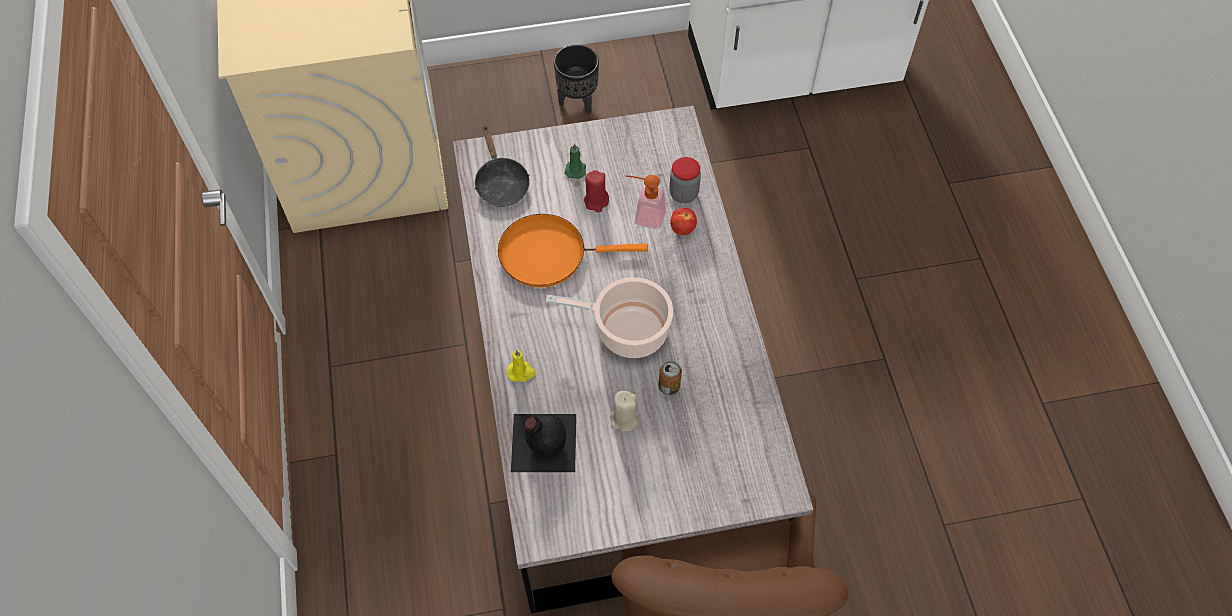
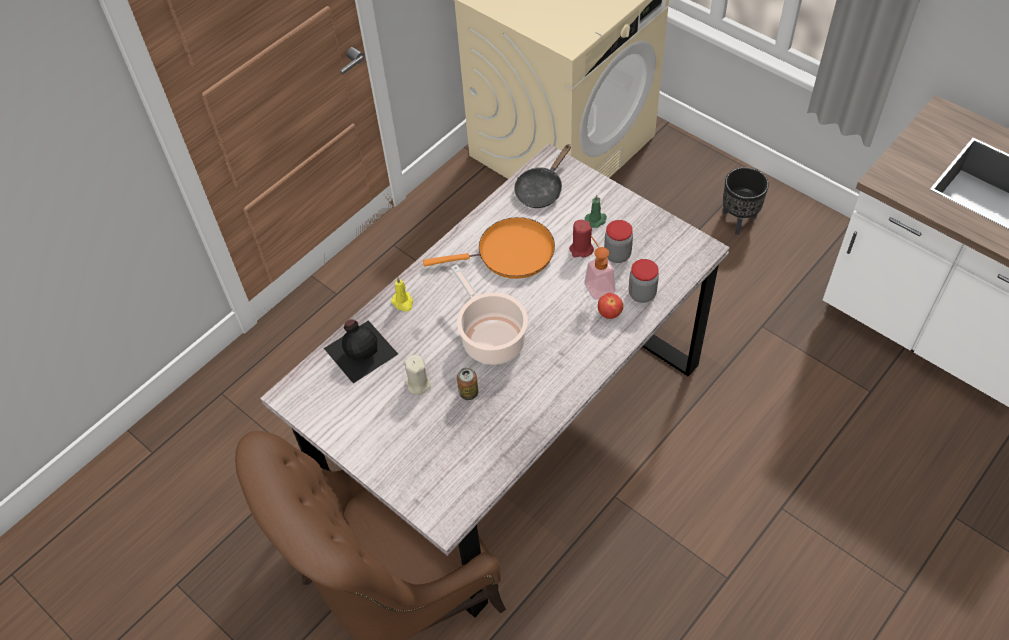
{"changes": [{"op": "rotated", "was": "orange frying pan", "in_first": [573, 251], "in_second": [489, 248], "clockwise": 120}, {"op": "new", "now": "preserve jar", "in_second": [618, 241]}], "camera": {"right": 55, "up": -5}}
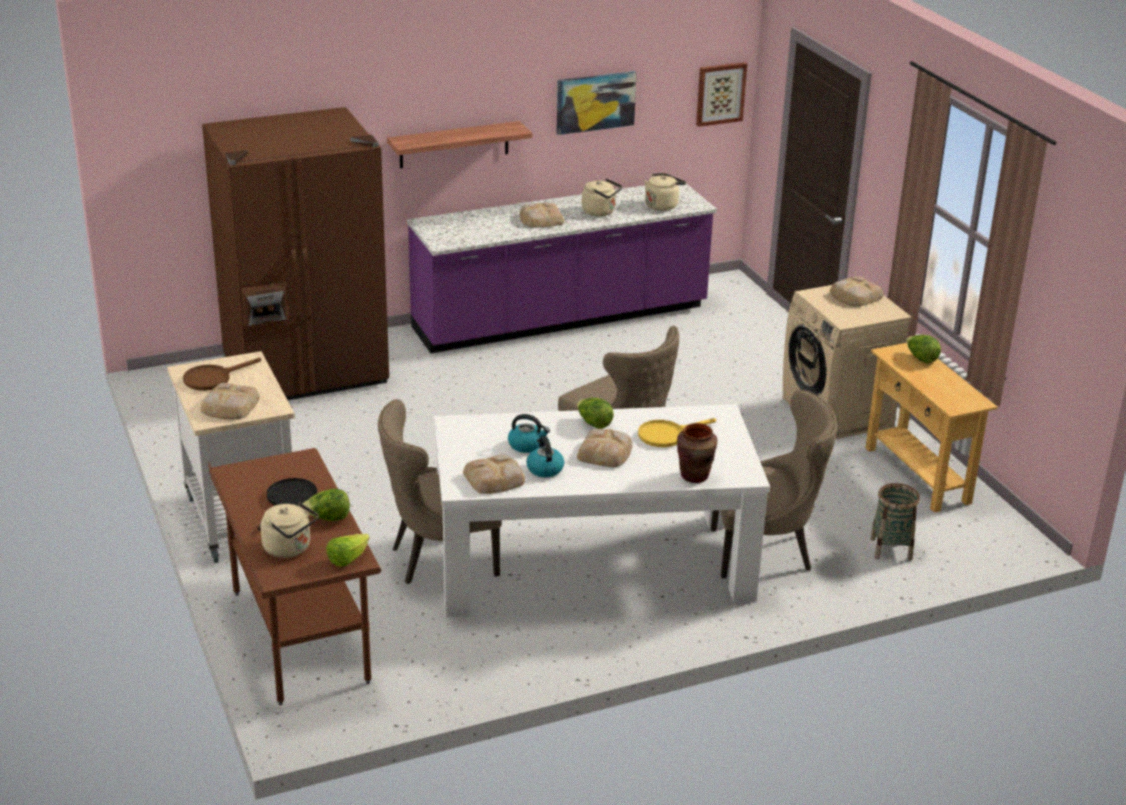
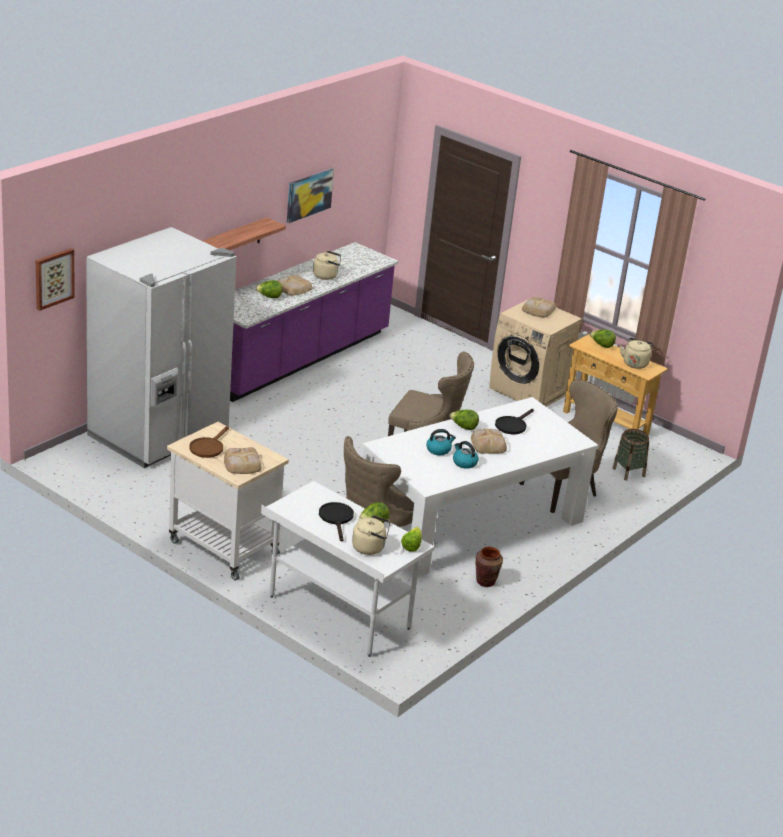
{"changes": [{"op": "shifted", "was": "wall picture", "in_first": [721, 94], "in_second": [55, 279]}, {"op": "repainted", "was": "brown refrigerator", "now": "white-coloured refrigerator", "in_first": [295, 253], "in_second": [161, 347]}, {"op": "shifted", "was": "sand-coloured water kettle", "in_first": [665, 192], "in_second": [637, 353]}, {"op": "repainted", "was": "yellow frying pan", "now": "blackish frying pan", "in_first": [677, 432], "in_second": [514, 421]}, {"op": "shifted", "was": "brown flower vase", "in_first": [697, 453], "in_second": [489, 567]}, {"op": "repainted", "was": "brown desk unit", "now": "white-coloured desk unit", "in_first": [294, 576], "in_second": [348, 569]}, {"op": "gone", "was": "baked bread", "in_first": [494, 474]}, {"op": "new", "now": "lettuce head", "in_second": [268, 289]}], "camera": {"right": -30, "up": 0}}
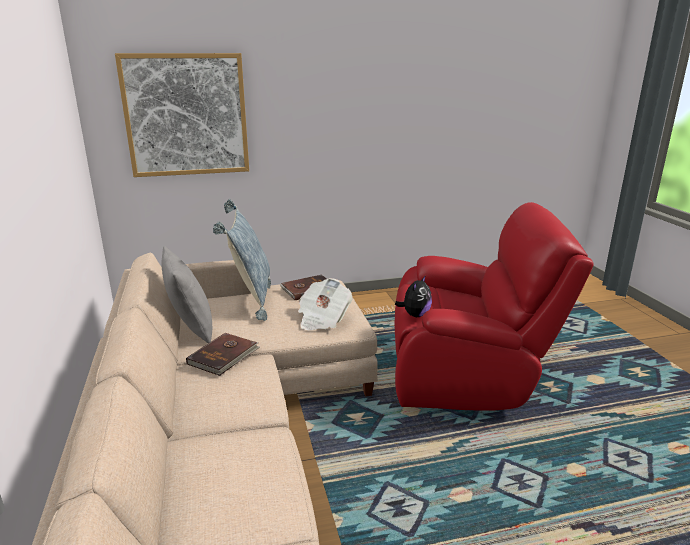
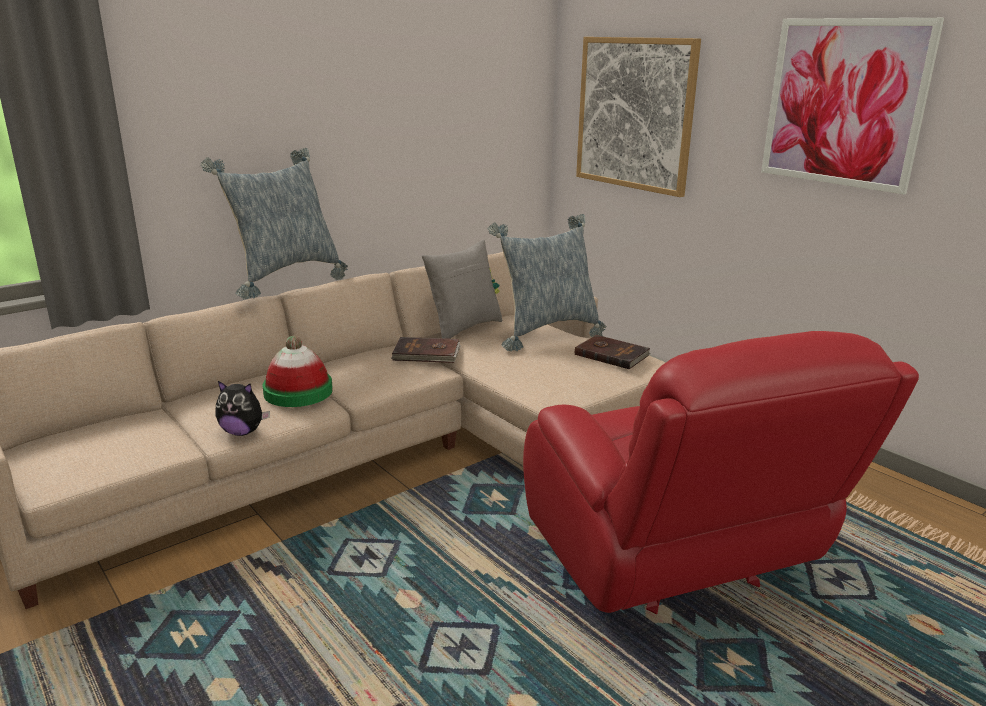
{"changes": [{"op": "shifted", "was": "plush toy", "in_first": [413, 296], "in_second": [242, 408]}, {"op": "gone", "was": "newspaper", "in_first": [325, 304]}, {"op": "new", "now": "wall picture", "in_second": [852, 106]}, {"op": "new", "now": "pillow", "in_second": [274, 223]}, {"op": "new", "now": "clothing hat", "in_second": [297, 371]}], "camera": {"right": 65, "up": 0}}
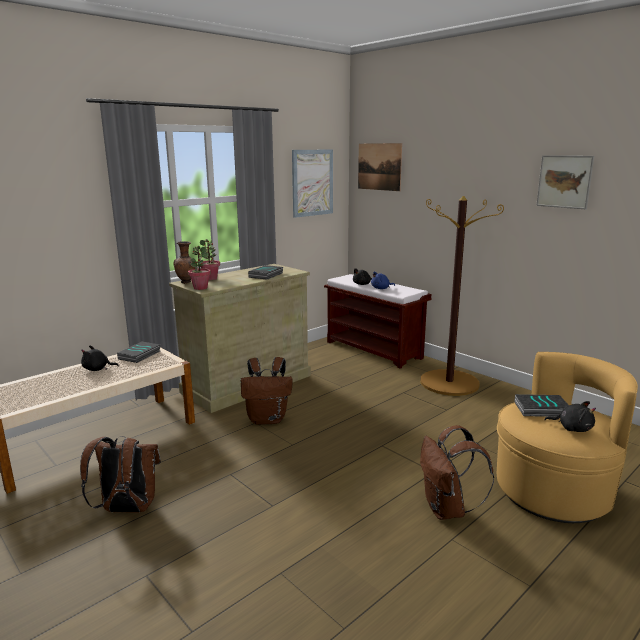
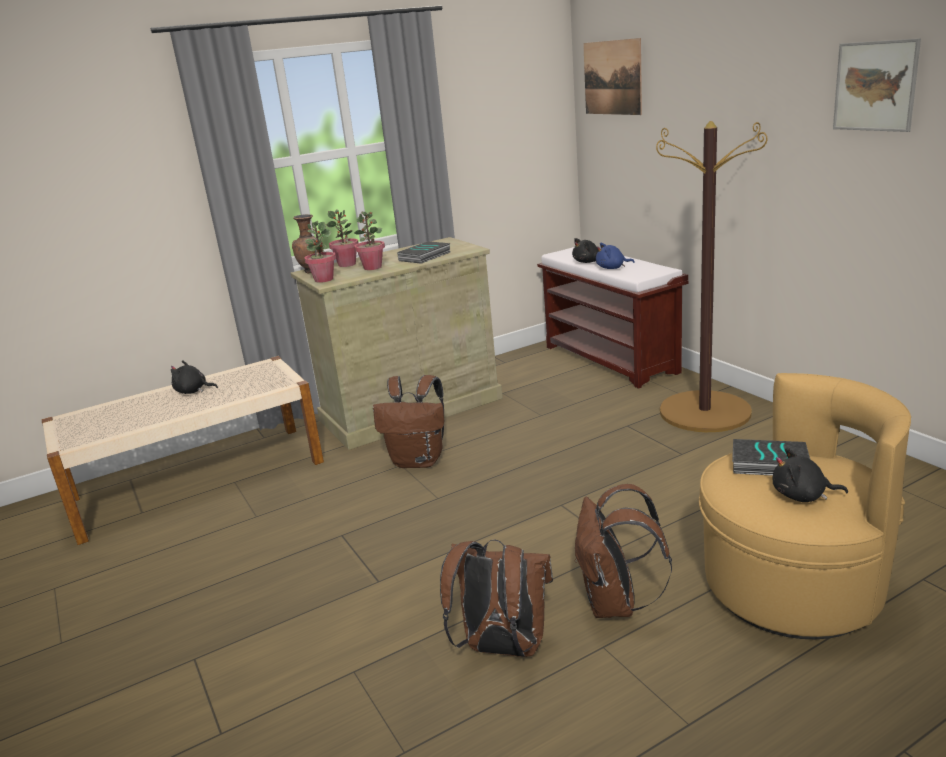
{"changes": [{"op": "gone", "was": "wall picture", "in_first": [312, 183]}, {"op": "gone", "was": "book", "in_first": [138, 352]}, {"op": "rotated", "was": "blackish plush toy", "in_first": [570, 416], "in_second": [810, 475], "clockwise": 150}, {"op": "shifted", "was": "brown knapsack", "in_first": [120, 474], "in_second": [496, 598]}, {"op": "new", "now": "plant in a pot", "in_second": [369, 241]}], "camera": {"right": 15, "up": 5}}
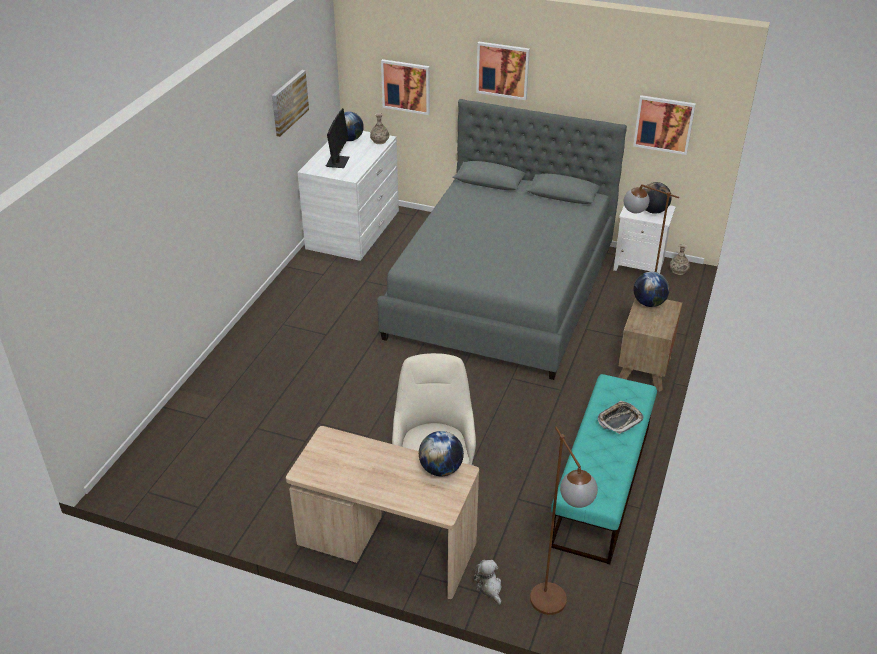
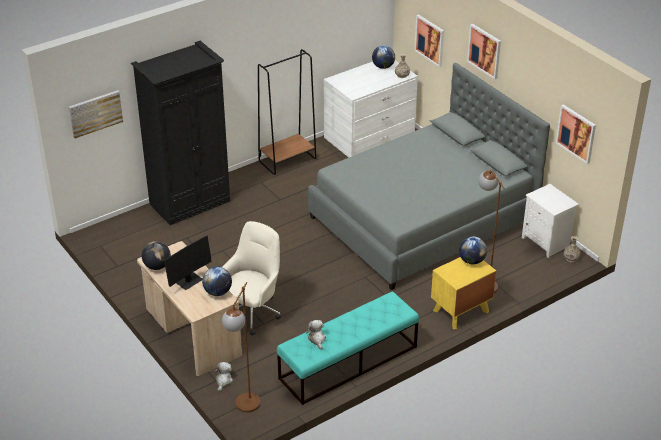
{"changes": [{"op": "shifted", "was": "wall picture", "in_first": [290, 103], "in_second": [96, 114]}, {"op": "shifted", "was": "computer screen", "in_first": [337, 138], "in_second": [188, 262]}, {"op": "shifted", "was": "world globe", "in_first": [657, 198], "in_second": [156, 255]}, {"op": "repainted", "was": "brown night table", "now": "yellow night table", "in_first": [650, 345], "in_second": [463, 293]}, {"op": "gone", "was": "tray", "in_first": [621, 417]}, {"op": "new", "now": "blackish clothes cupboard", "in_second": [180, 133]}, {"op": "new", "now": "garment stand", "in_second": [287, 112]}, {"op": "new", "now": "plush toy", "in_second": [316, 335]}], "camera": {"right": 35, "up": 0}}
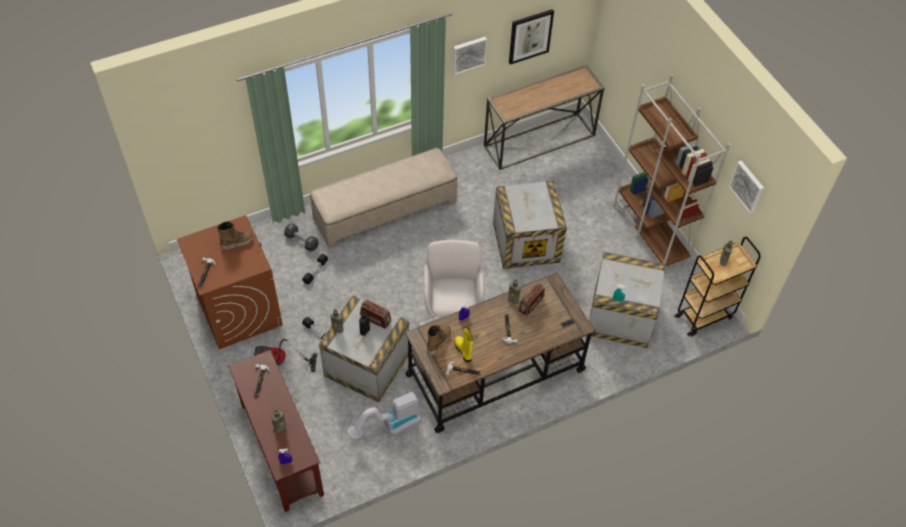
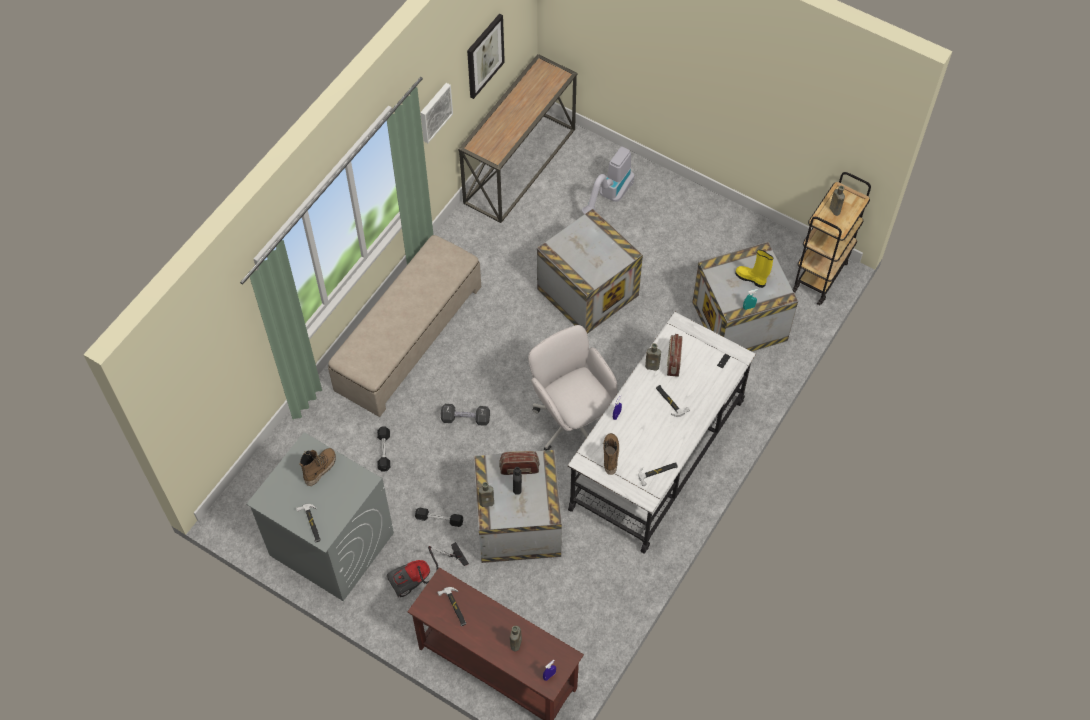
{"changes": [{"op": "gone", "was": "brown bookshelf", "in_first": [671, 171]}, {"op": "gone", "was": "wall picture", "in_first": [746, 187]}, {"op": "repainted", "was": "brown laundry machine", "now": "gray laundry machine", "in_first": [230, 282], "in_second": [320, 516]}, {"op": "shifted", "was": "blackish hand weight", "in_first": [301, 237], "in_second": [465, 415]}, {"op": "repainted", "was": "brown desk unit", "now": "white-coloured desk unit", "in_first": [500, 353], "in_second": [661, 432]}, {"op": "shifted", "was": "yellow boot", "in_first": [463, 344], "in_second": [754, 269]}, {"op": "shifted", "was": "hoover", "in_first": [384, 415], "in_second": [608, 180]}], "camera": {"right": -30, "up": 5}}
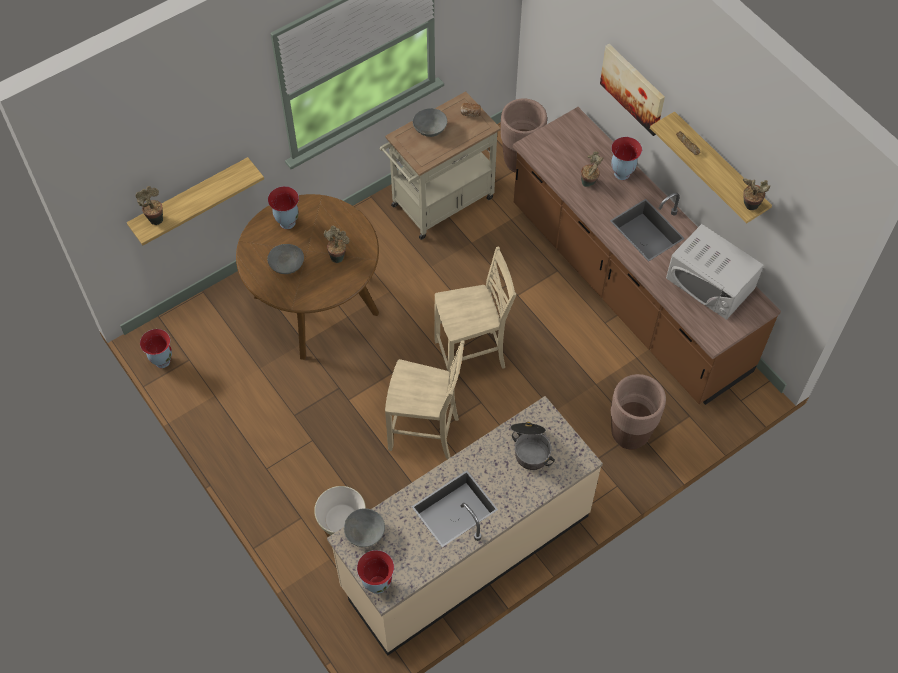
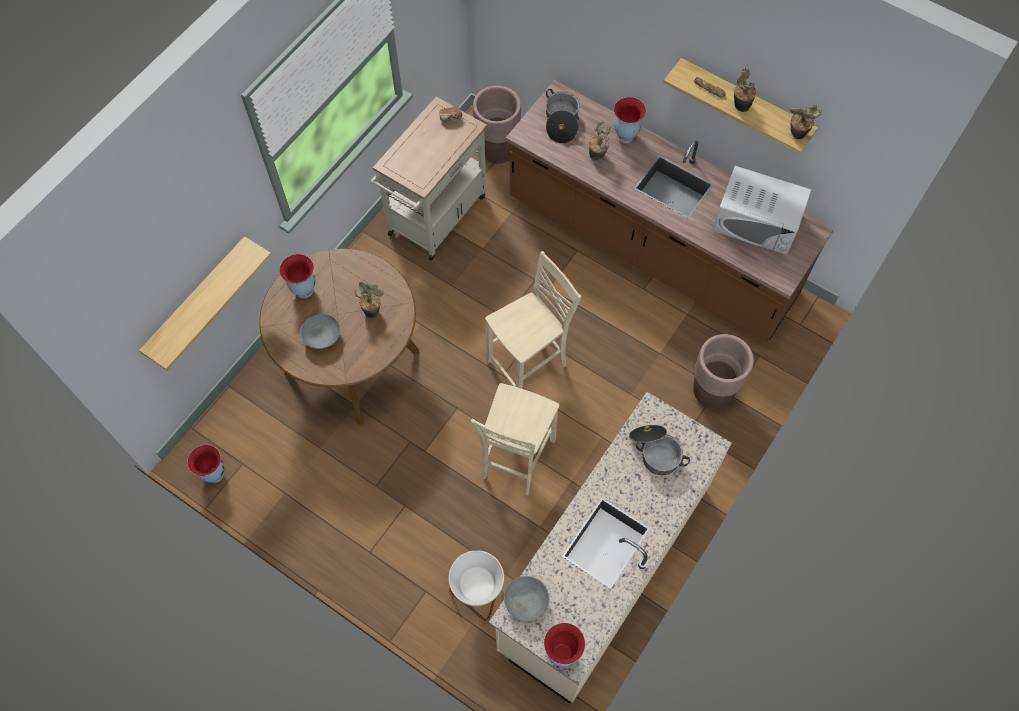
{"changes": [{"op": "gone", "was": "wall picture", "in_first": [632, 90]}, {"op": "gone", "was": "gray deep dish", "in_first": [430, 122]}, {"op": "shifted", "was": "plant in a pot", "in_first": [149, 205], "in_second": [745, 89]}, {"op": "rotated", "was": "sand-coloured upright chair", "in_first": [425, 399], "in_second": [515, 439], "clockwise": 120}, {"op": "new", "now": "cooking pot", "in_second": [562, 116]}], "camera": {"right": -20, "up": 5}}
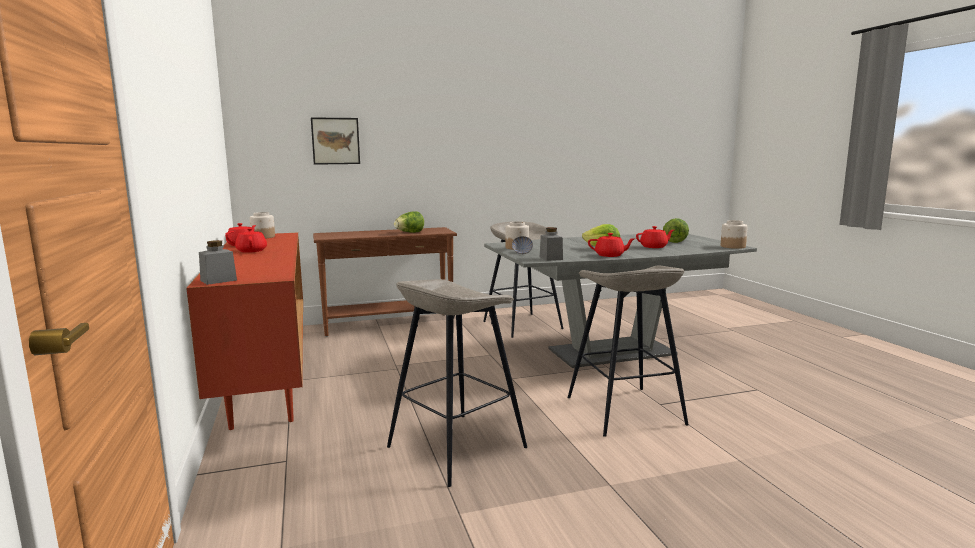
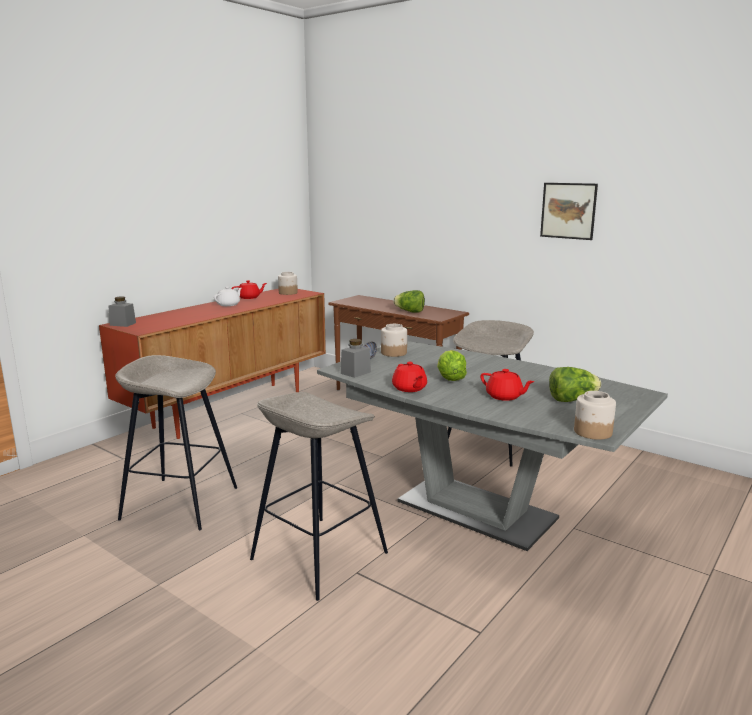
{"changes": [{"op": "shifted", "was": "wall picture", "in_first": [335, 141], "in_second": [569, 211]}, {"op": "repainted", "was": "red-coloured pot for tea", "now": "white-coloured pot for tea", "in_first": [251, 240], "in_second": [228, 296]}], "camera": {"right": 55, "up": 5}}
